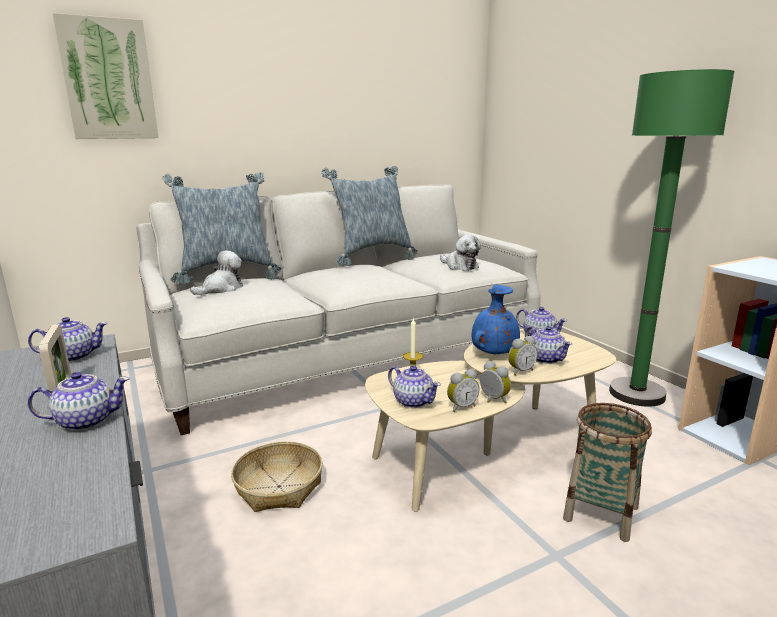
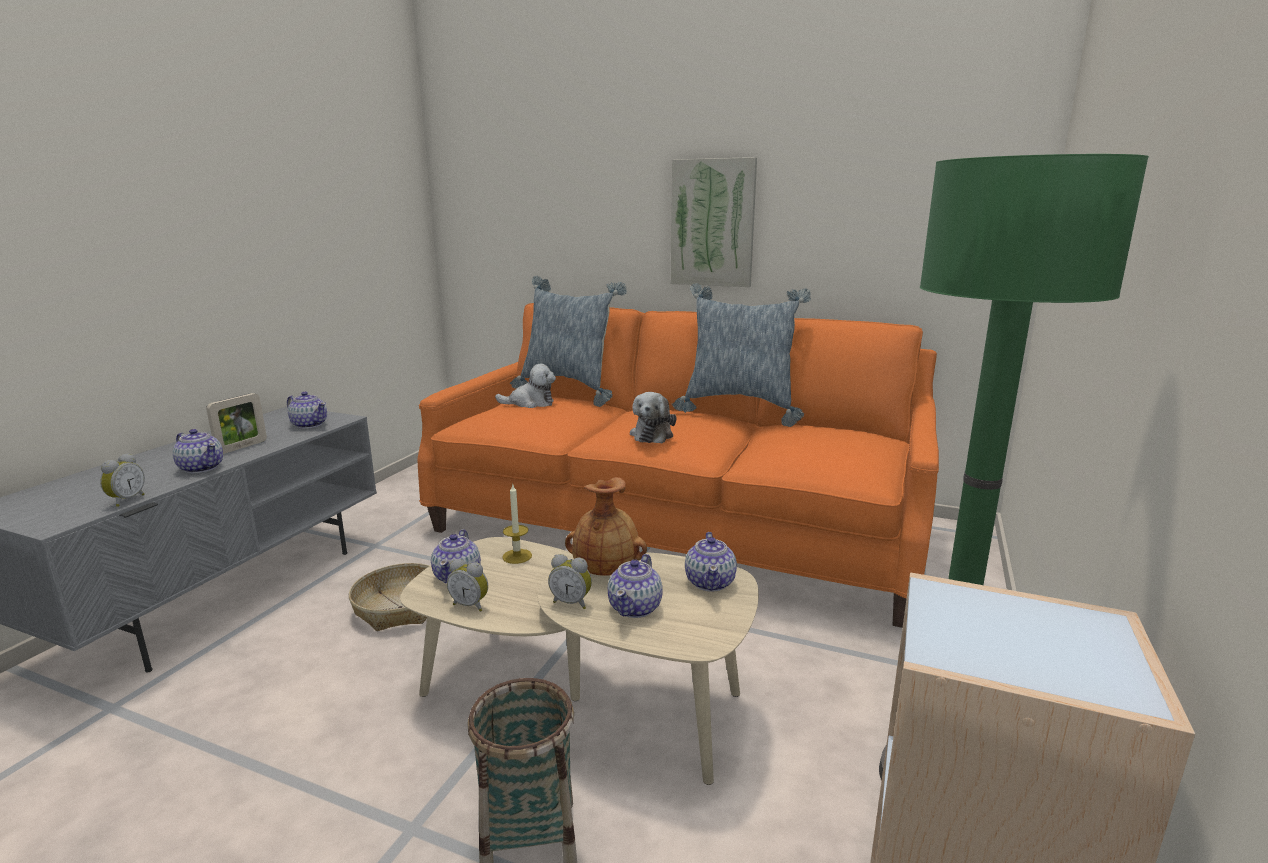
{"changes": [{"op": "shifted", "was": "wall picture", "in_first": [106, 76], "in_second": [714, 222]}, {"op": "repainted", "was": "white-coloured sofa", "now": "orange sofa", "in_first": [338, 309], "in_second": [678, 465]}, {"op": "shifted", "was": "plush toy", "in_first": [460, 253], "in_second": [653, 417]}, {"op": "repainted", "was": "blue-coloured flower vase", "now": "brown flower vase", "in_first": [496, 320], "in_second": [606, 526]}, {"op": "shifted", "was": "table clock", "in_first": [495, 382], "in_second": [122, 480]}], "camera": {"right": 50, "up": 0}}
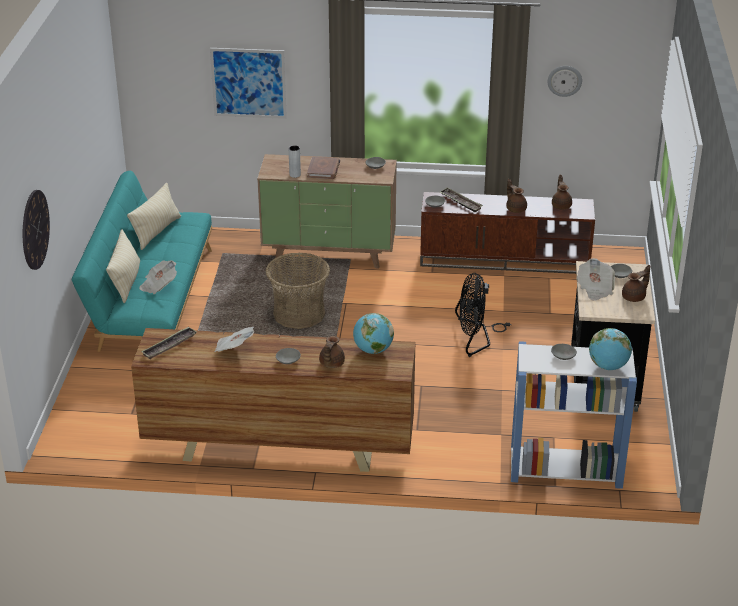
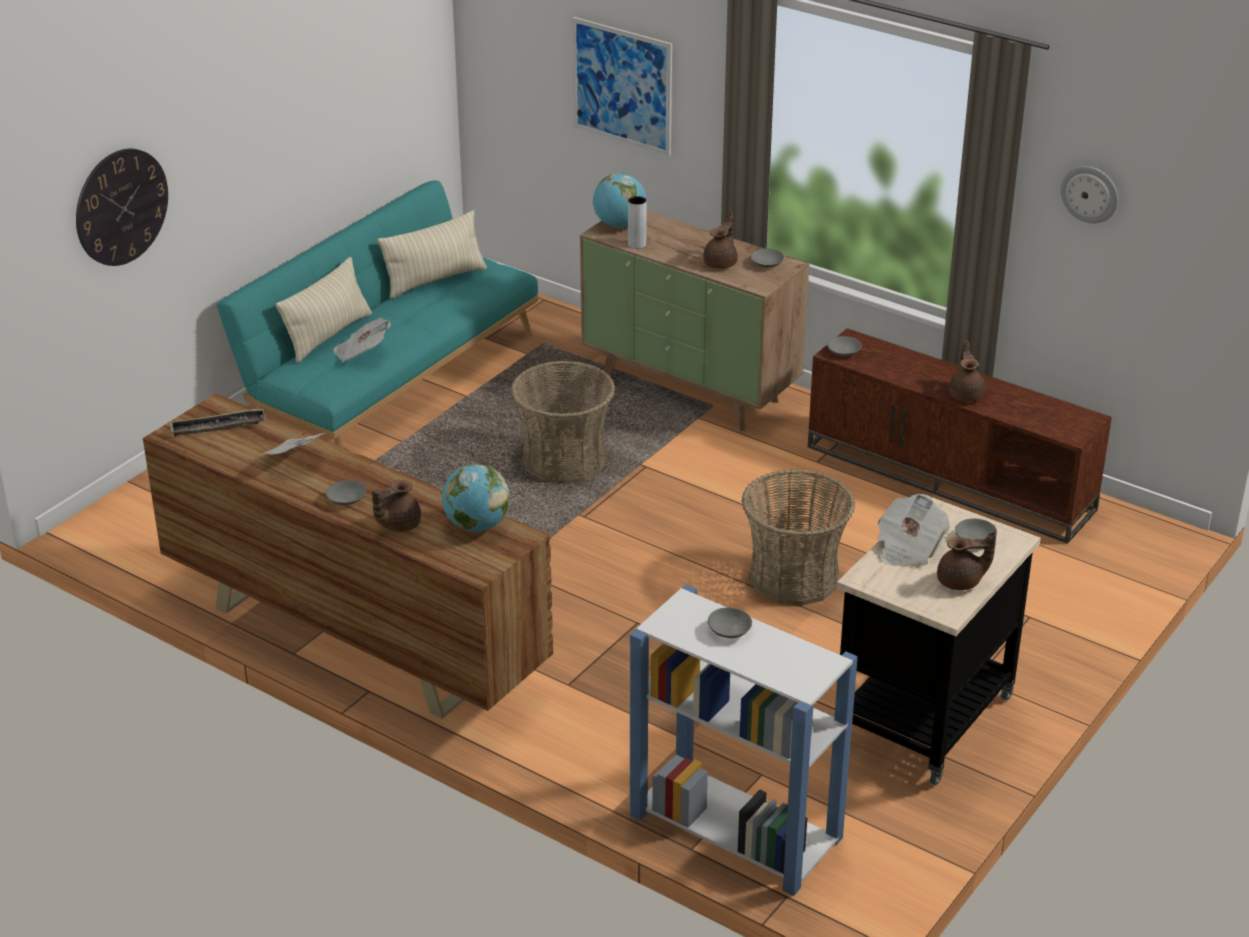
{"changes": [{"op": "gone", "was": "brown book", "in_first": [323, 168]}, {"op": "shifted", "was": "brown pot for tea", "in_first": [562, 192], "in_second": [720, 240]}, {"op": "gone", "was": "tray", "in_first": [461, 200]}, {"op": "swapped", "was": "blackish electric fan", "now": "household basket", "in_first": [482, 315], "in_second": [798, 537]}, {"op": "shifted", "was": "world globe", "in_first": [610, 349], "in_second": [619, 200]}], "camera": {"right": 30, "up": 0}}
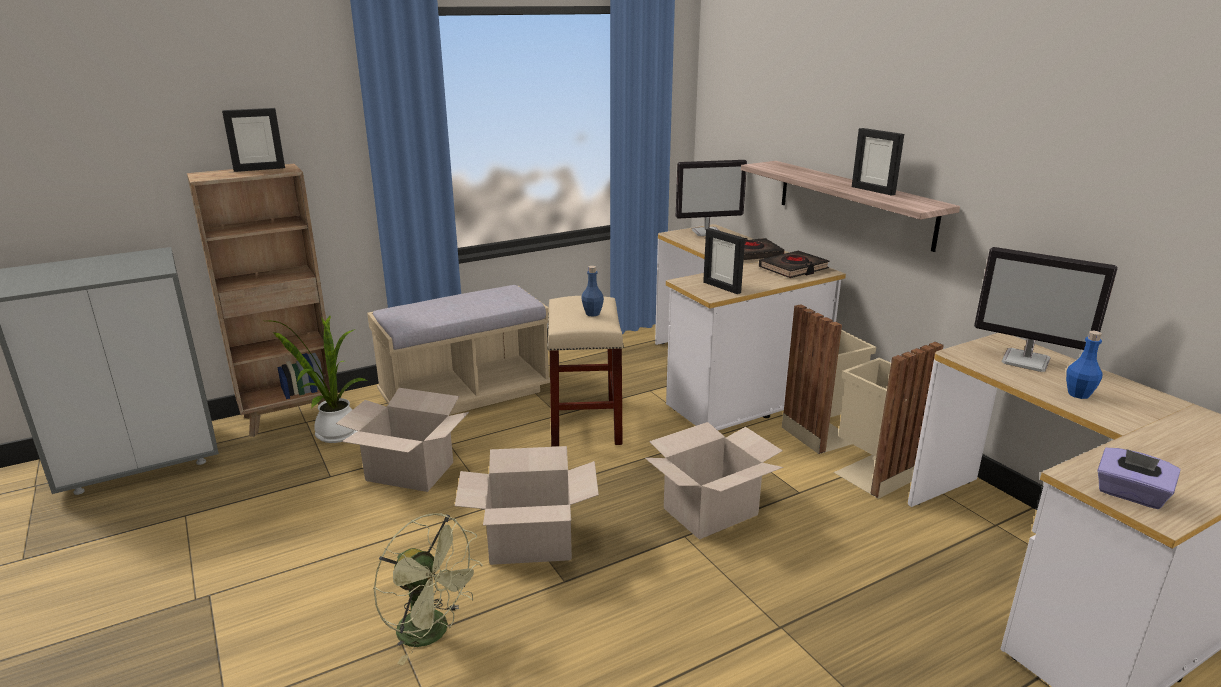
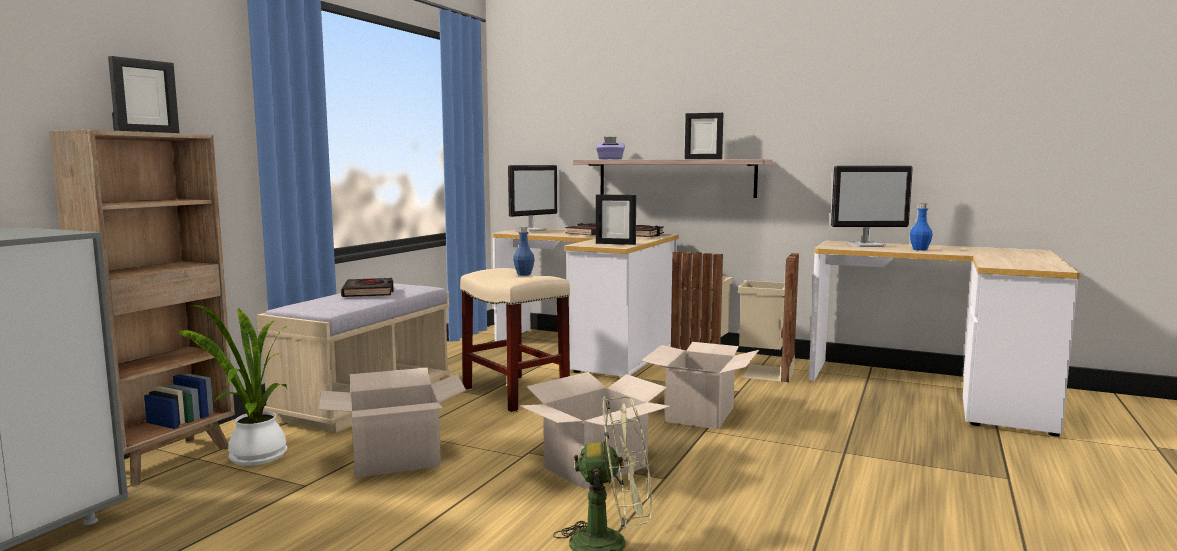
{"changes": [{"op": "shifted", "was": "purplish tissue holder", "in_first": [1139, 478], "in_second": [610, 148]}, {"op": "new", "now": "blackish book", "in_second": [367, 287]}], "camera": {"right": -35, "up": -15}}
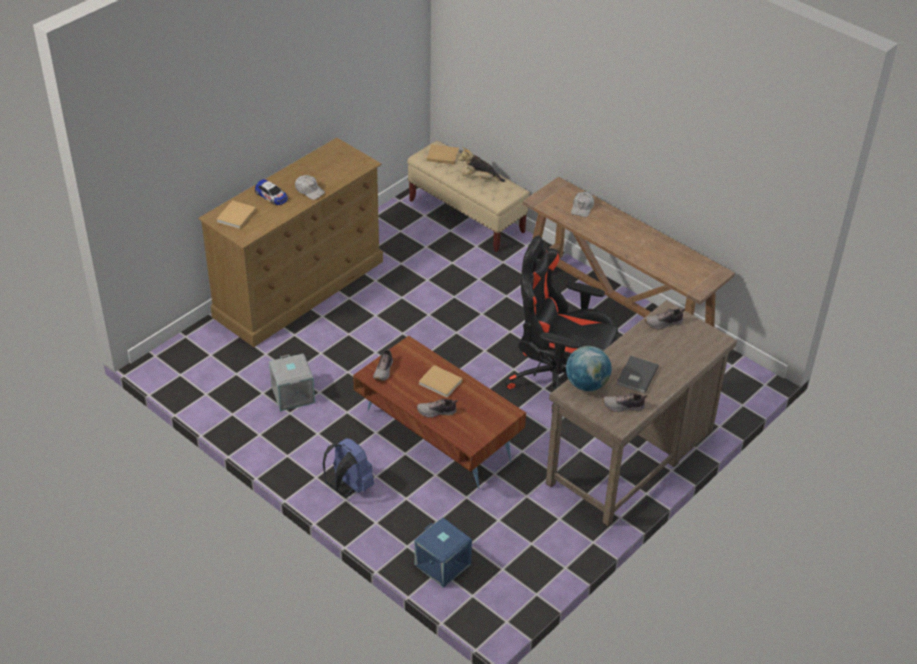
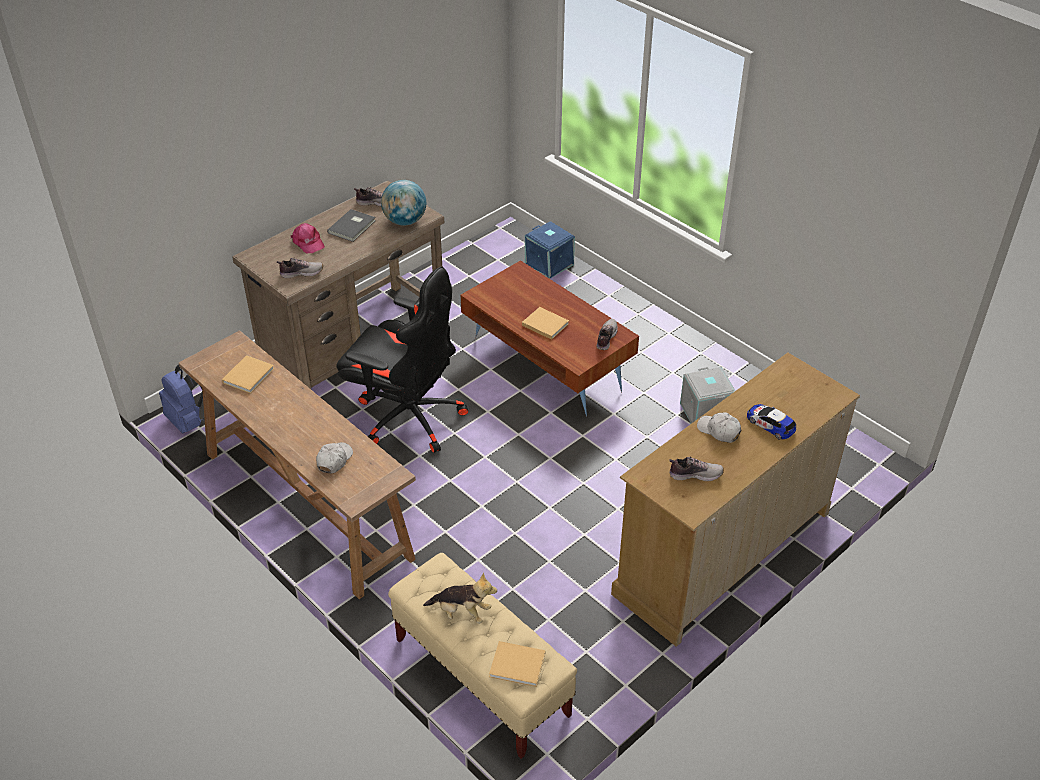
{"changes": [{"op": "shifted", "was": "sand-coloured book", "in_first": [236, 214], "in_second": [248, 374]}, {"op": "shifted", "was": "item of footwear", "in_first": [437, 408], "in_second": [696, 468]}, {"op": "shifted", "was": "blue-coloured knapsack", "in_first": [348, 467], "in_second": [181, 399]}, {"op": "new", "now": "pinkish baseball cap", "in_second": [308, 238]}], "camera": {"right": -175, "up": 0}}
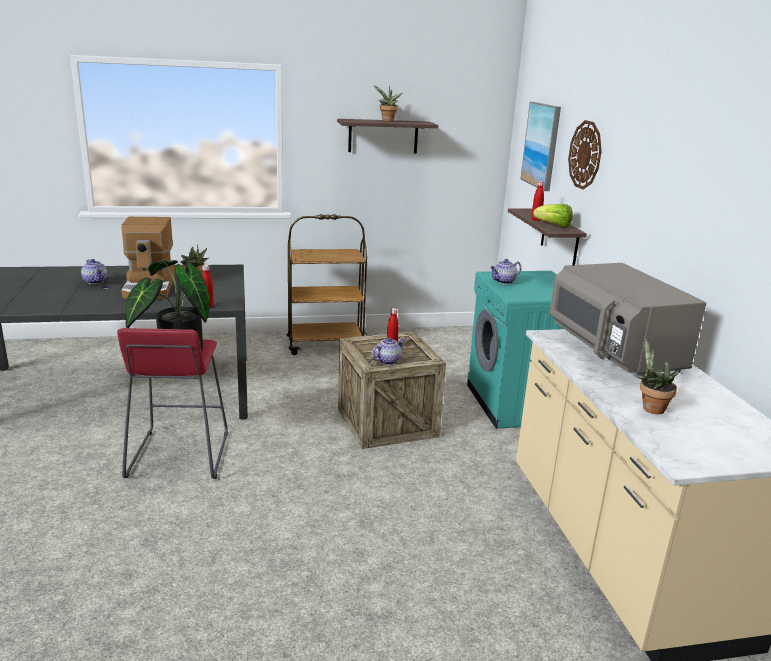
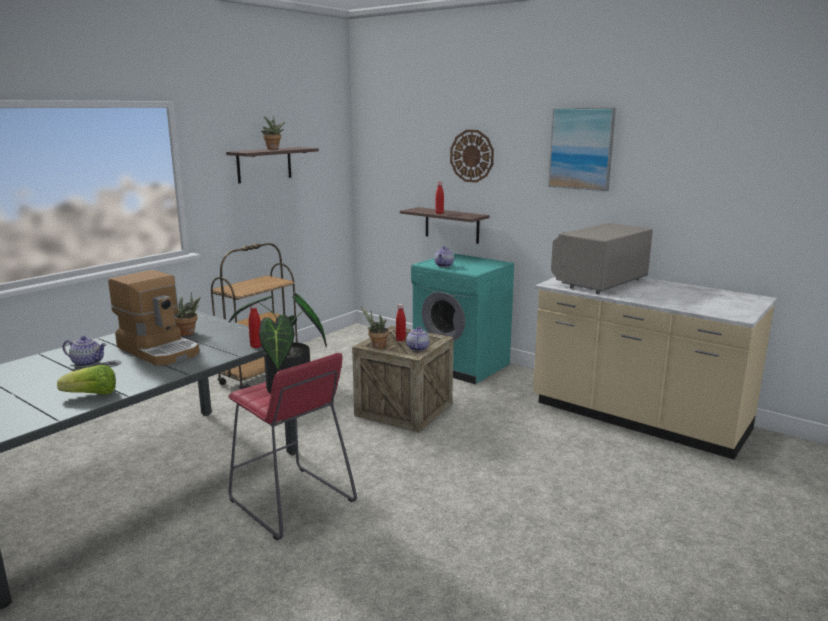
{"changes": [{"op": "shifted", "was": "wall picture", "in_first": [540, 146], "in_second": [582, 149]}, {"op": "shifted", "was": "lettuce head", "in_first": [553, 215], "in_second": [86, 380]}, {"op": "rotated", "was": "gray microwave oven", "in_first": [628, 319], "in_second": [602, 258], "clockwise": 105}, {"op": "shifted", "was": "plant in a pot", "in_first": [658, 376], "in_second": [375, 327]}], "camera": {"right": -40, "up": -5}}
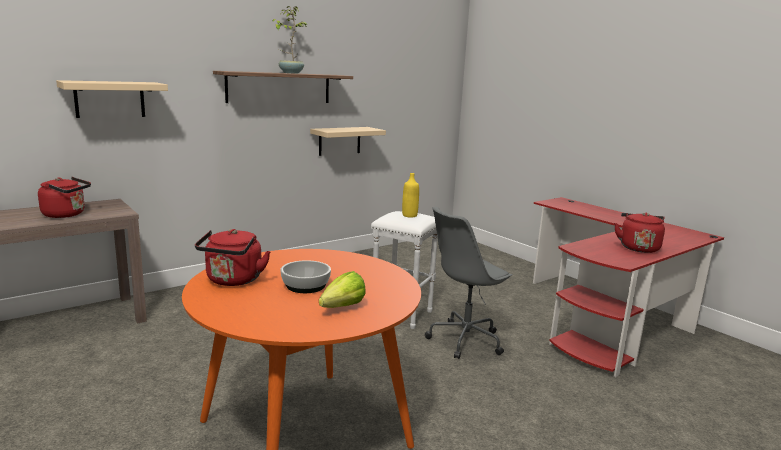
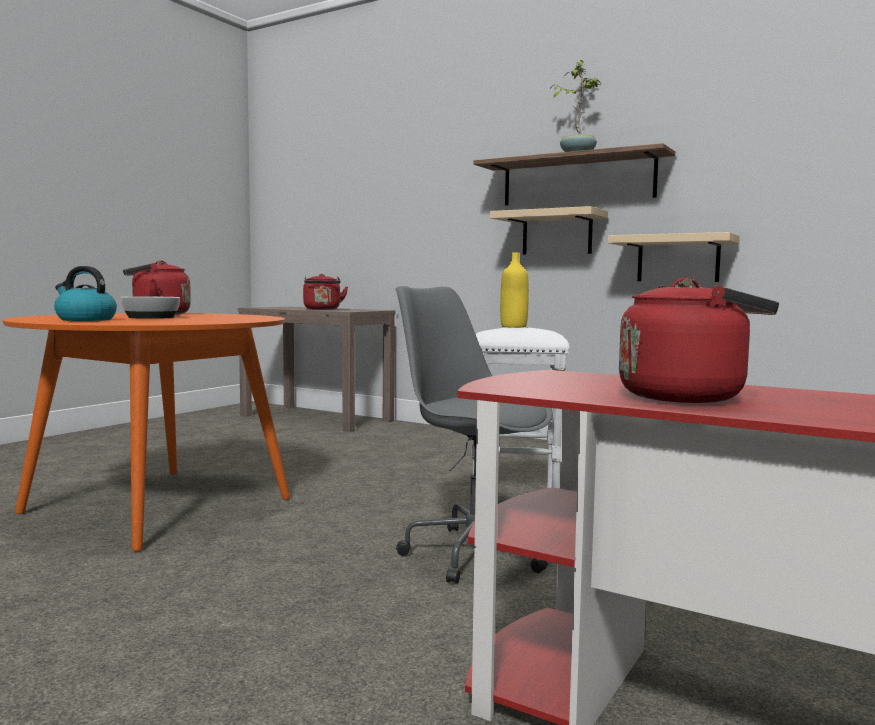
{"changes": [{"op": "shifted", "was": "sand-coloured bracket shelf", "in_first": [112, 99], "in_second": [549, 230]}, {"op": "swapped", "was": "lettuce head", "now": "water kettle", "in_first": [342, 289], "in_second": [85, 293]}], "camera": {"right": 70, "up": -10}}
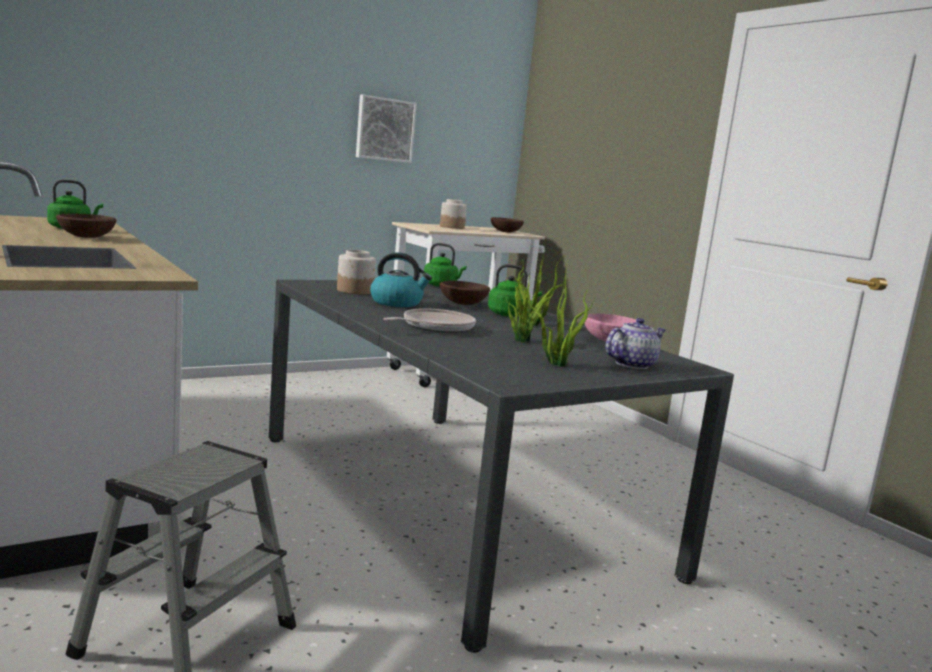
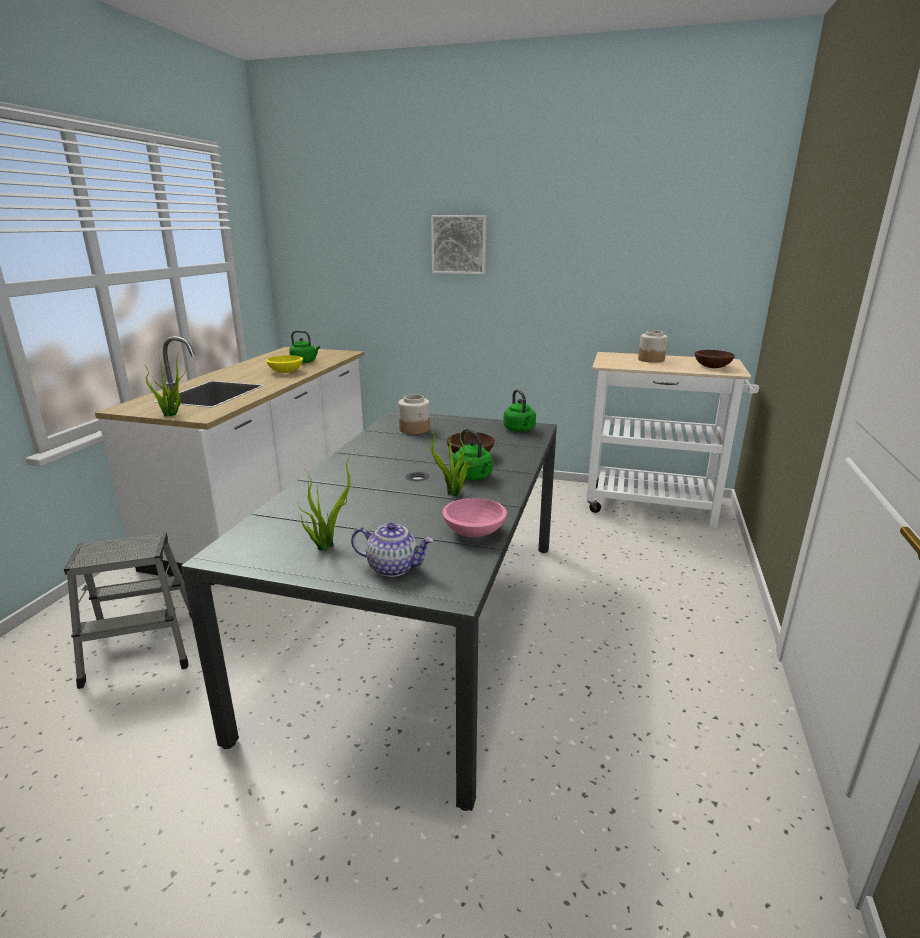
{"changes": [{"op": "shifted", "was": "wall picture", "in_first": [386, 129], "in_second": [458, 244]}, {"op": "repainted", "was": "brown deep dish", "now": "yellow deep dish", "in_first": [86, 226], "in_second": [284, 364]}, {"op": "gone", "was": "water kettle", "in_first": [401, 279]}, {"op": "shifted", "was": "plant in a pot", "in_first": [536, 298], "in_second": [166, 384]}, {"op": "gone", "was": "frying pan", "in_first": [429, 320]}], "camera": {"right": 50, "up": 10}}
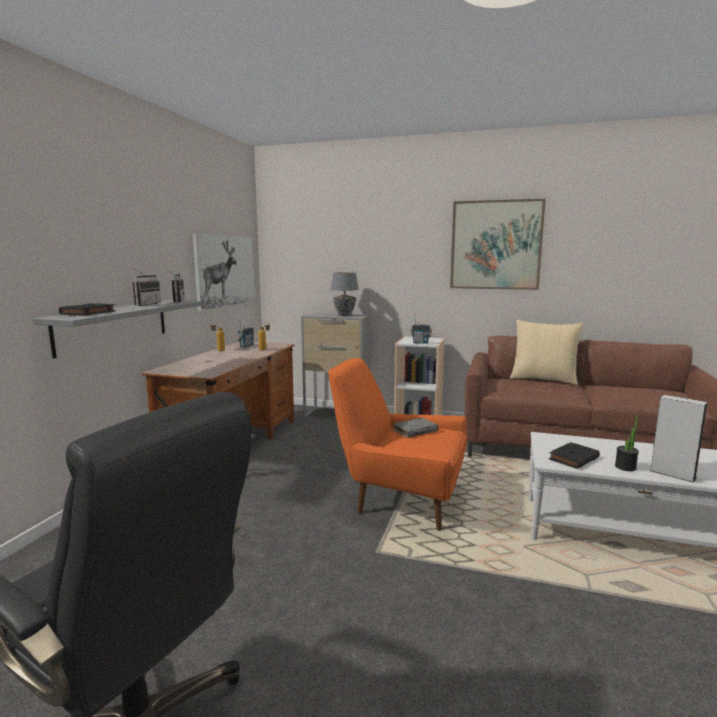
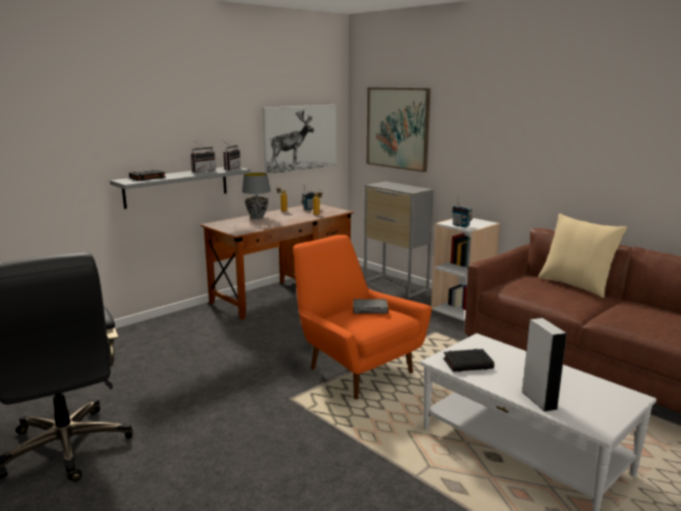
{"changes": [{"op": "shifted", "was": "wall picture", "in_first": [498, 244], "in_second": [399, 129]}, {"op": "shifted", "was": "gray lamp for a table", "in_first": [345, 294], "in_second": [256, 195]}, {"op": "gone", "was": "plant in a pot", "in_first": [627, 443]}], "camera": {"right": 30, "up": 5}}
